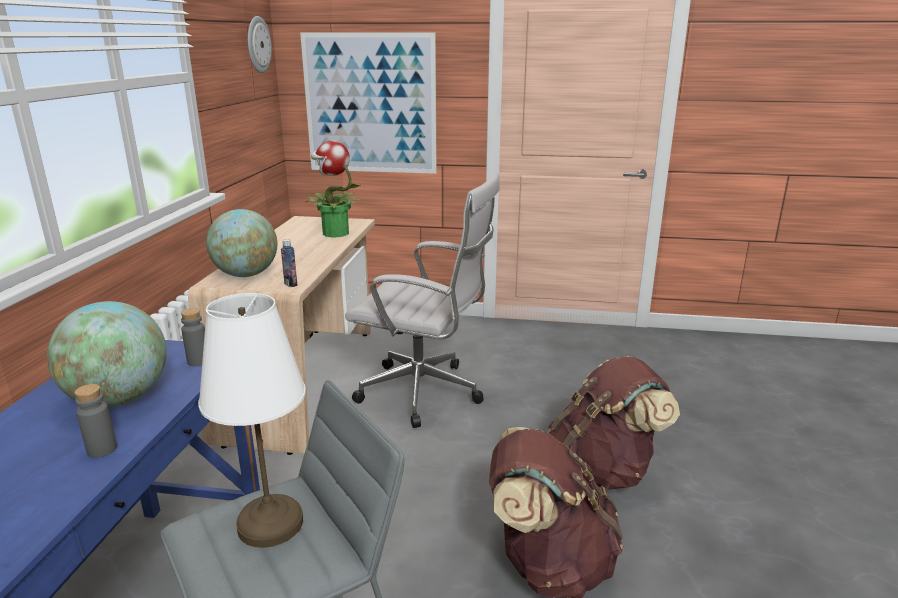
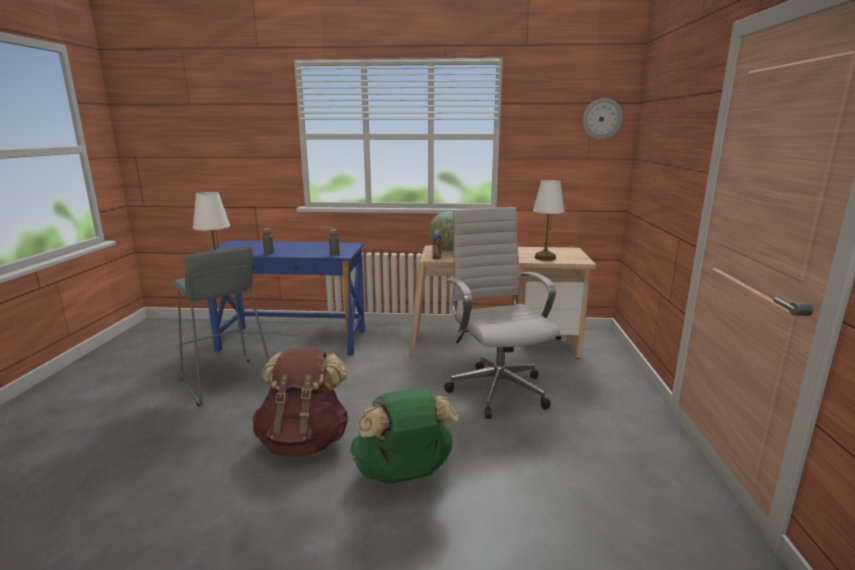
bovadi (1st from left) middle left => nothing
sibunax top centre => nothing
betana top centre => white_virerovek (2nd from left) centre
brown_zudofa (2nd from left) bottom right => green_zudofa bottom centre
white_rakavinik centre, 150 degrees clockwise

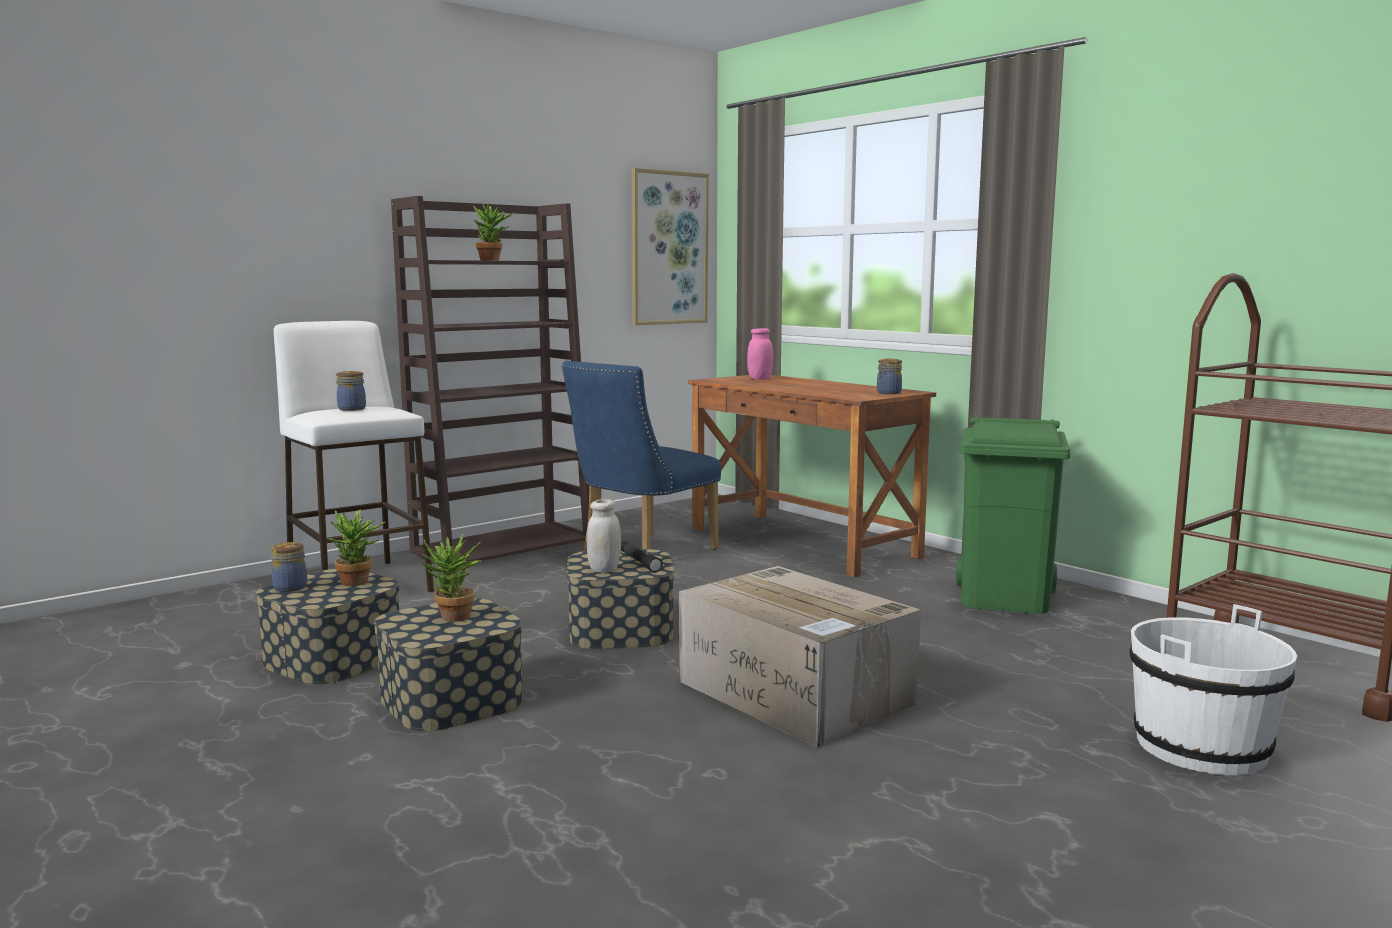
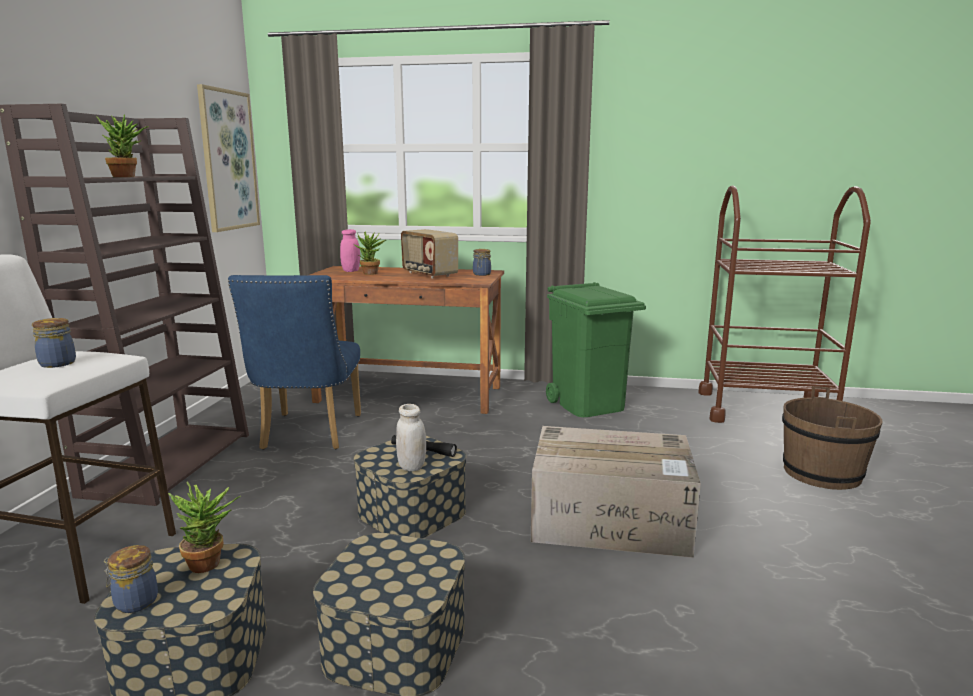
nothing => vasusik centre
betana (2nd from left in the first image) middle left => betana (3rd from left) centre, move
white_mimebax bottom right => brown_mimebax middle right

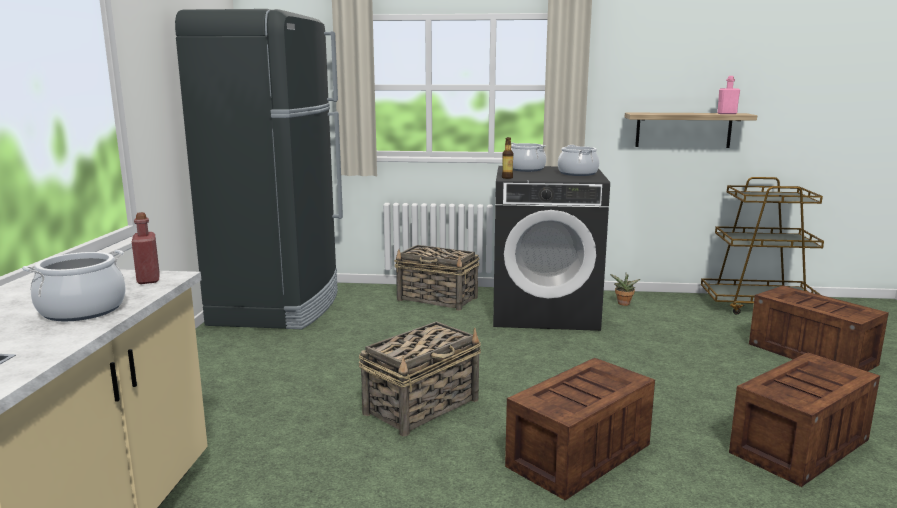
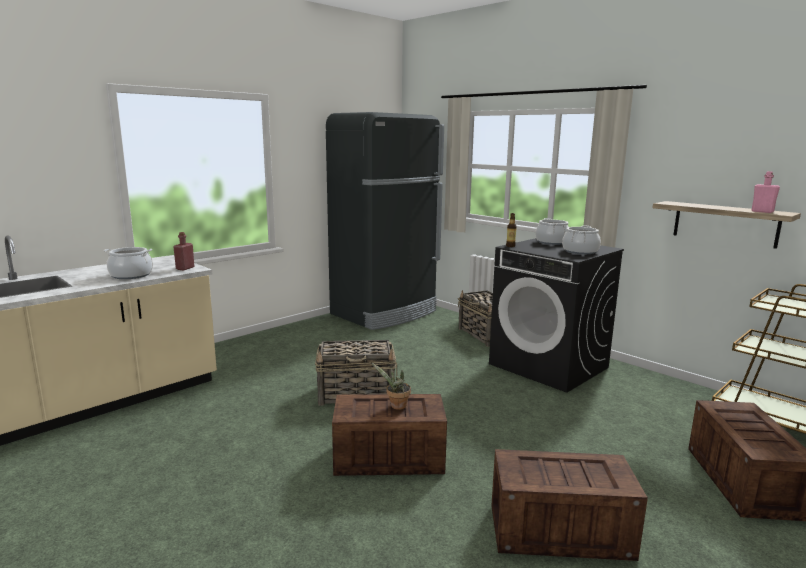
betana middle right => betana bottom centre, move

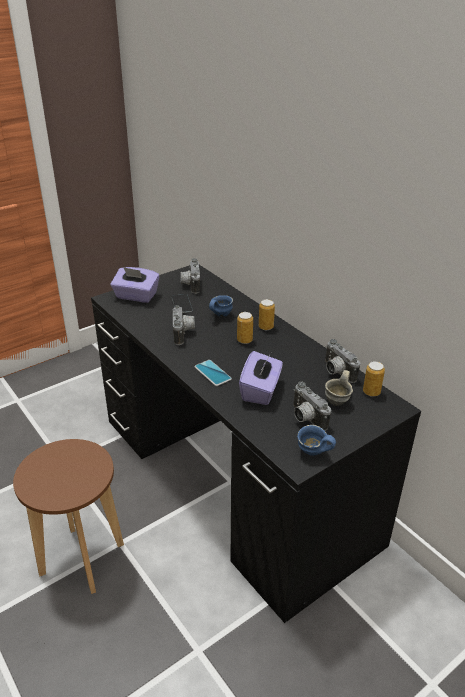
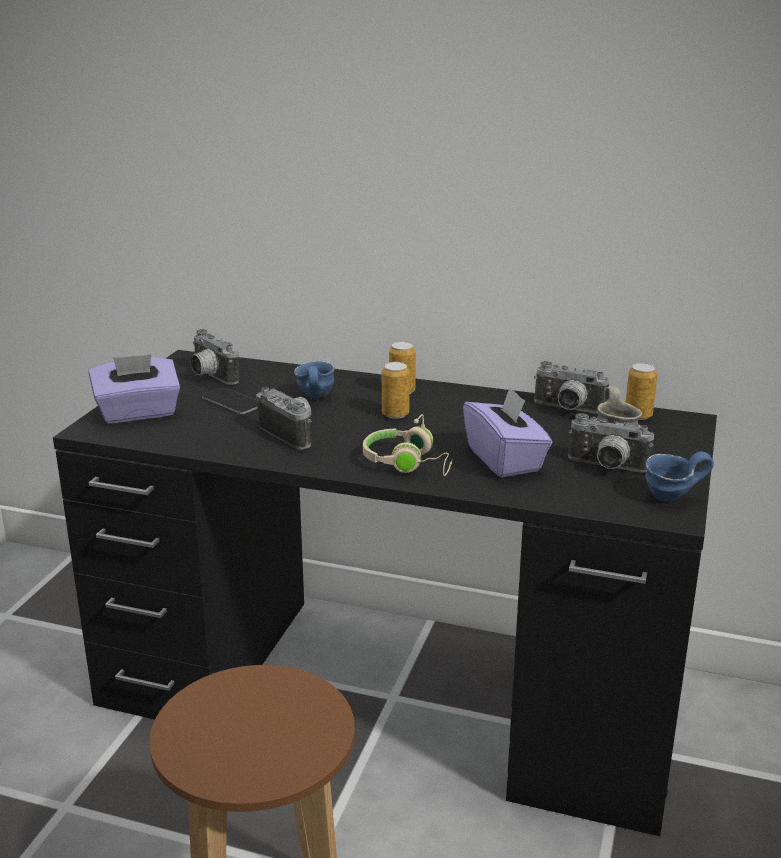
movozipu (2nd from left) centre => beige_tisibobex centre

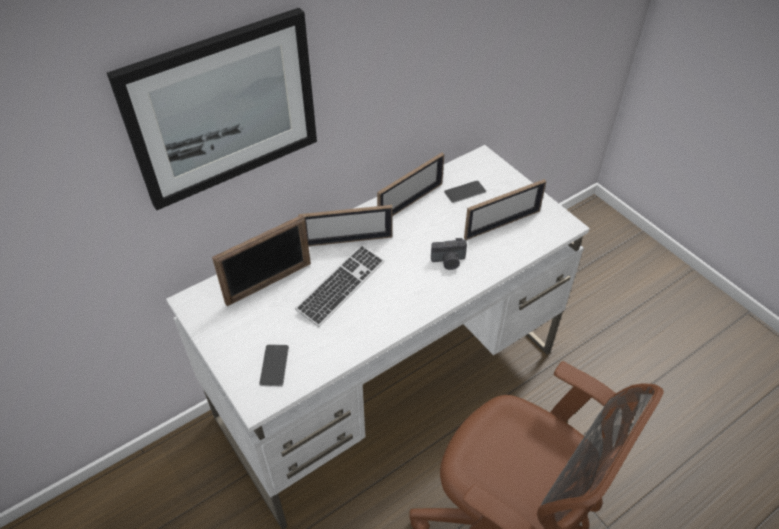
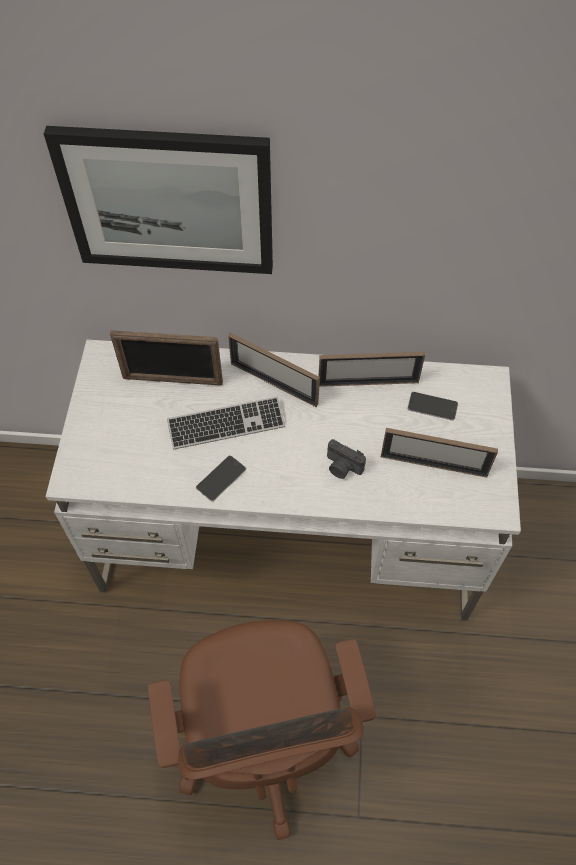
movozipu (1st from left) bottom centre => movozipu (1st from left) centre, move

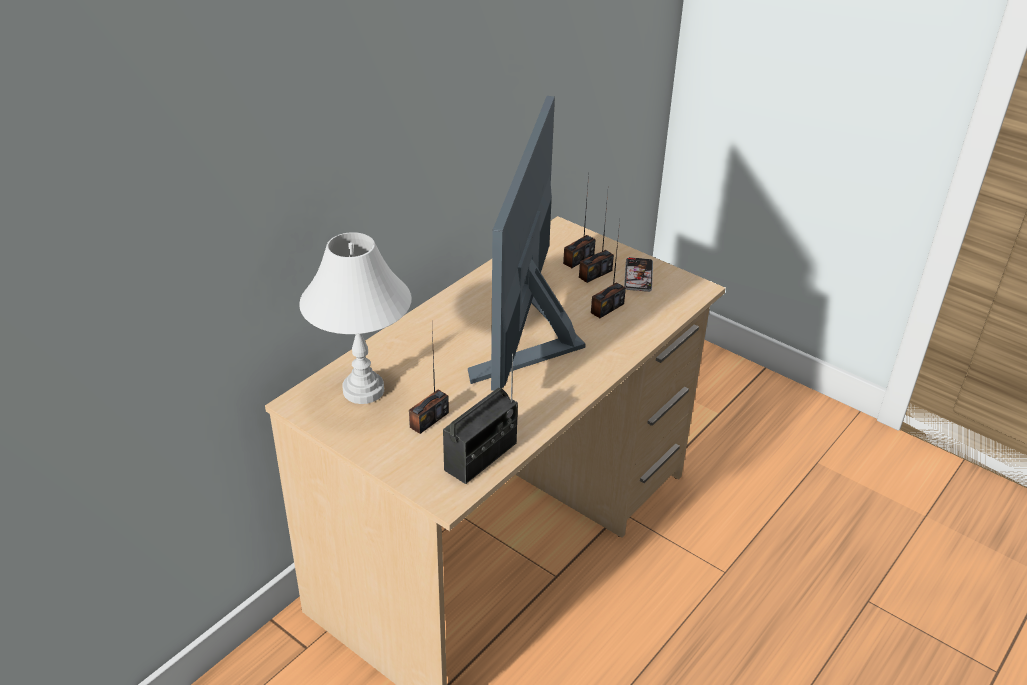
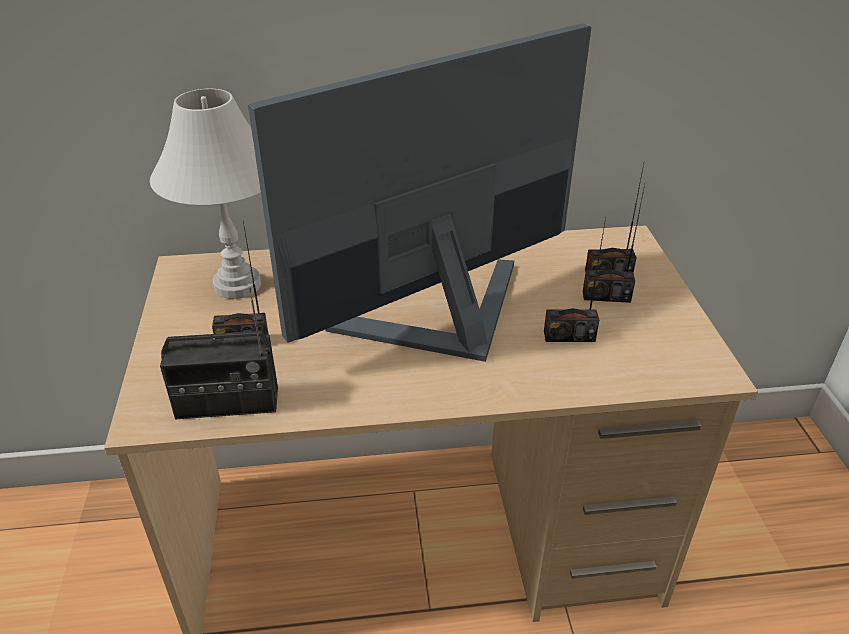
movozipu centre => nothing

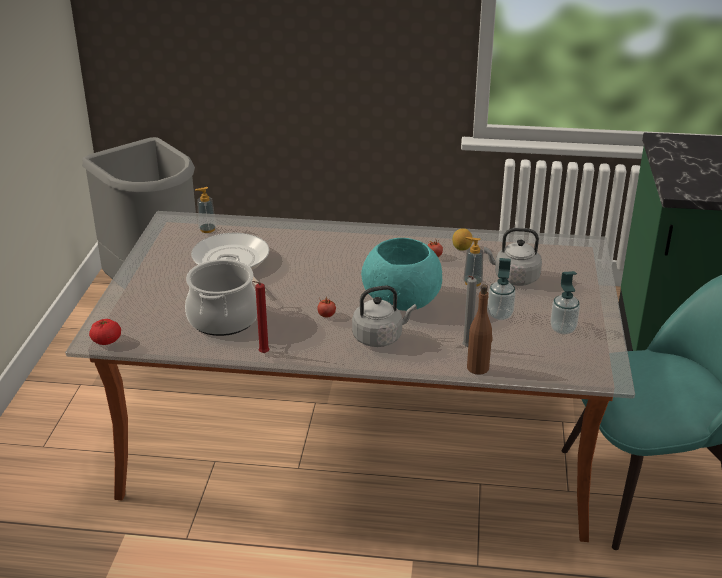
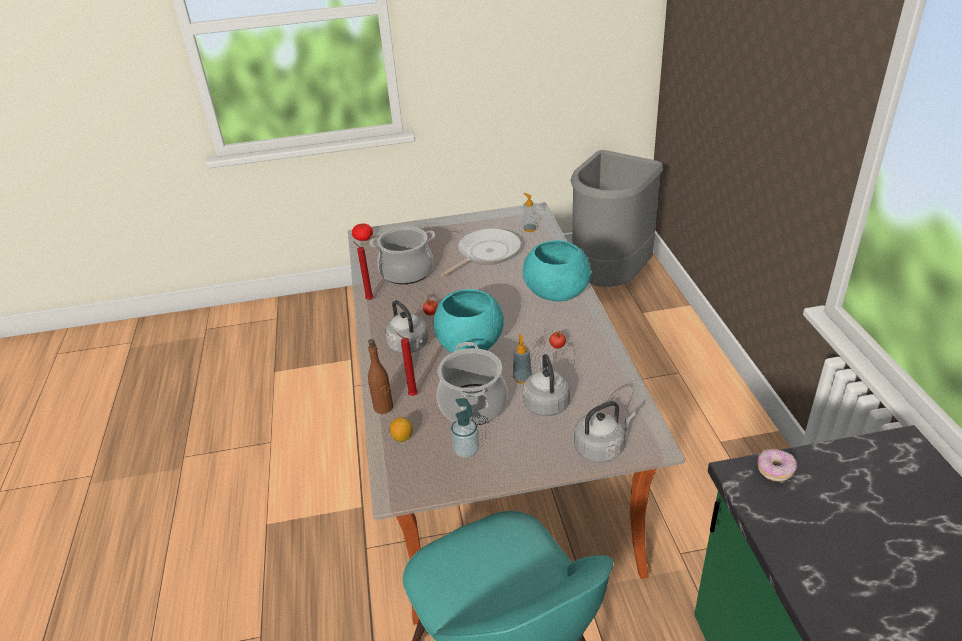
nothing => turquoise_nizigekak (2nd from left) centre
nothing => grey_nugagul (3rd from left) bottom centre
nothing => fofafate bottom right
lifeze centre => lifeze bottom centre, move
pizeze (3rd from left) middle right => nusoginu (2nd from left) centre
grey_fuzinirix centre => red_fuzinirix (2nd from left) centre

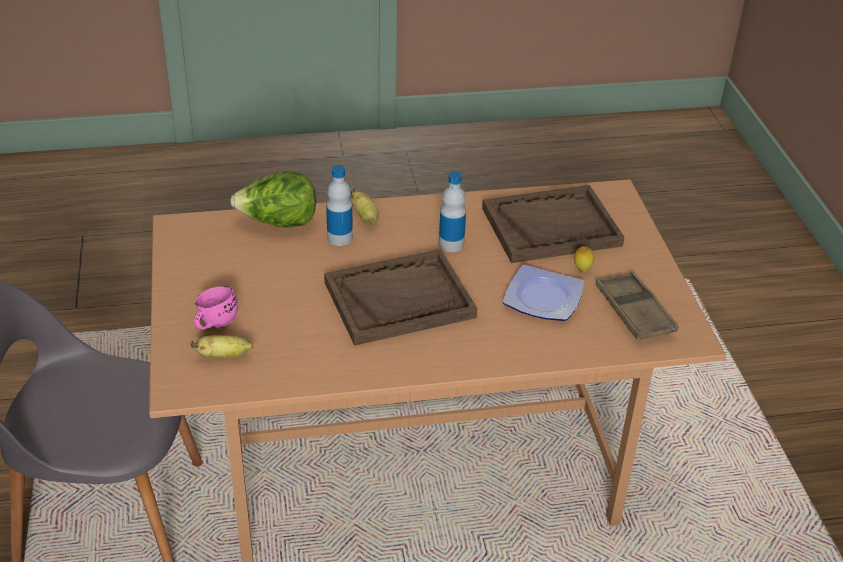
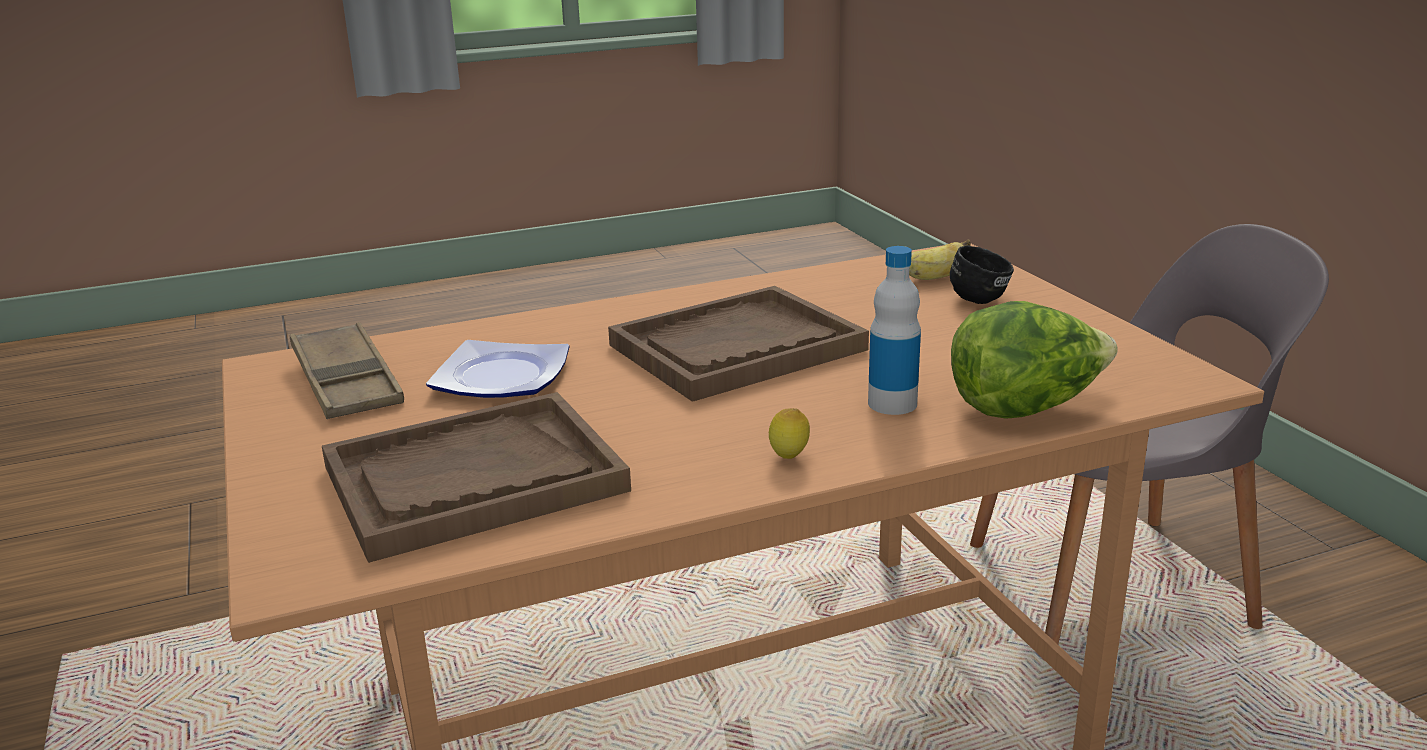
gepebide (2nd from left) centre => nothing
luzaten (2nd from left) centre => nothing
lifeze middle right => lifeze centre, move
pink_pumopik middle left => black_pumopik middle right

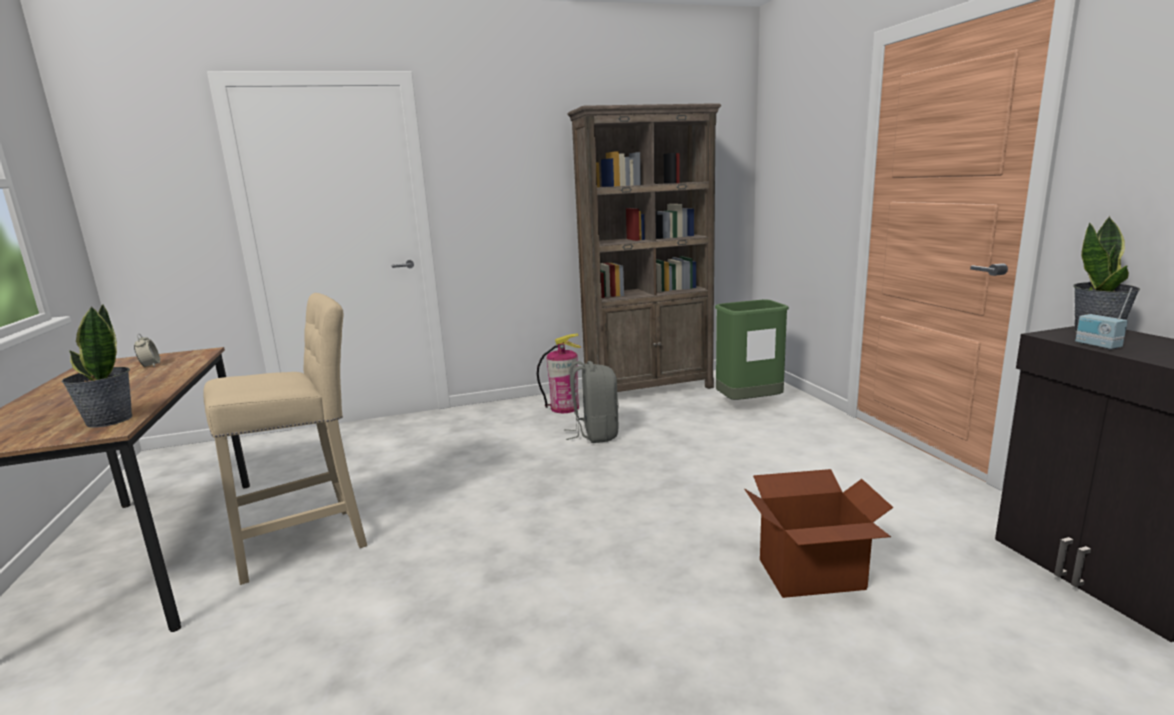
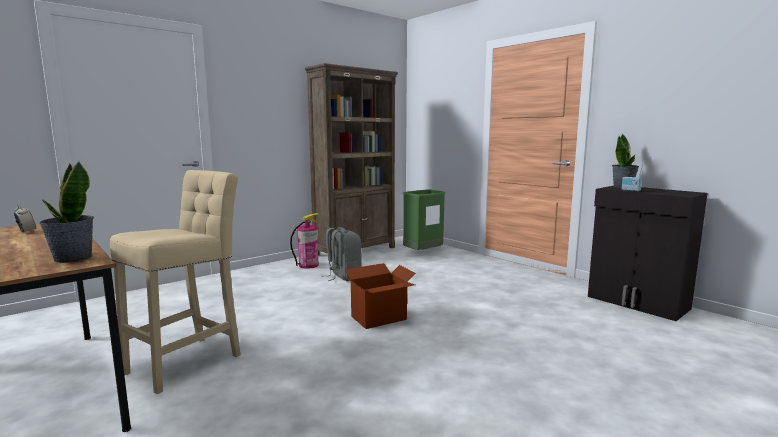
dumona bottom right => dumona bottom centre, move

